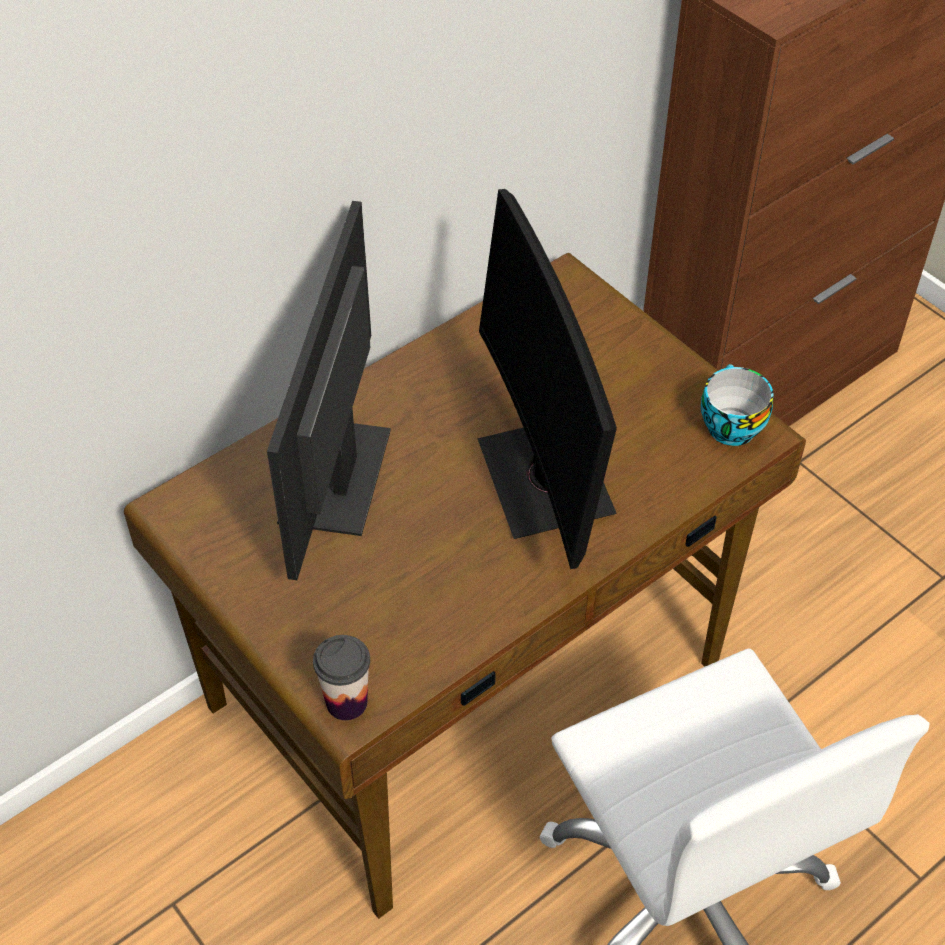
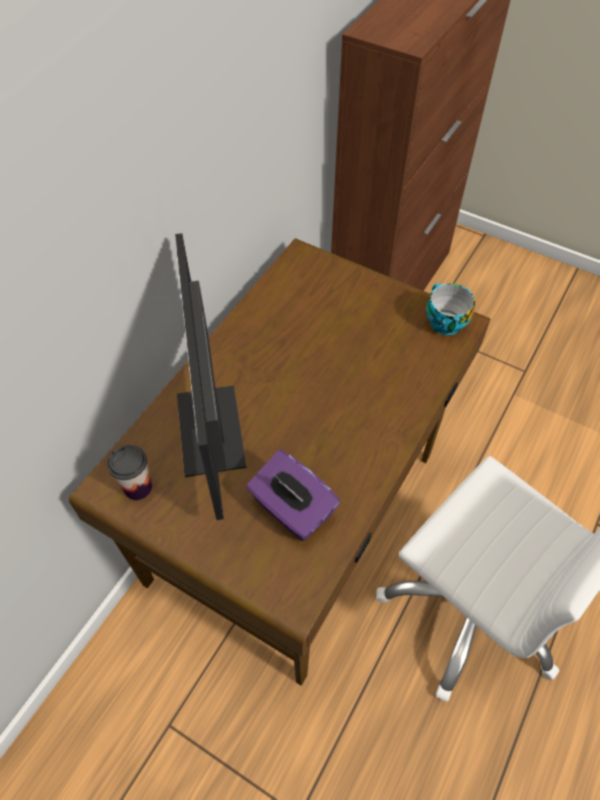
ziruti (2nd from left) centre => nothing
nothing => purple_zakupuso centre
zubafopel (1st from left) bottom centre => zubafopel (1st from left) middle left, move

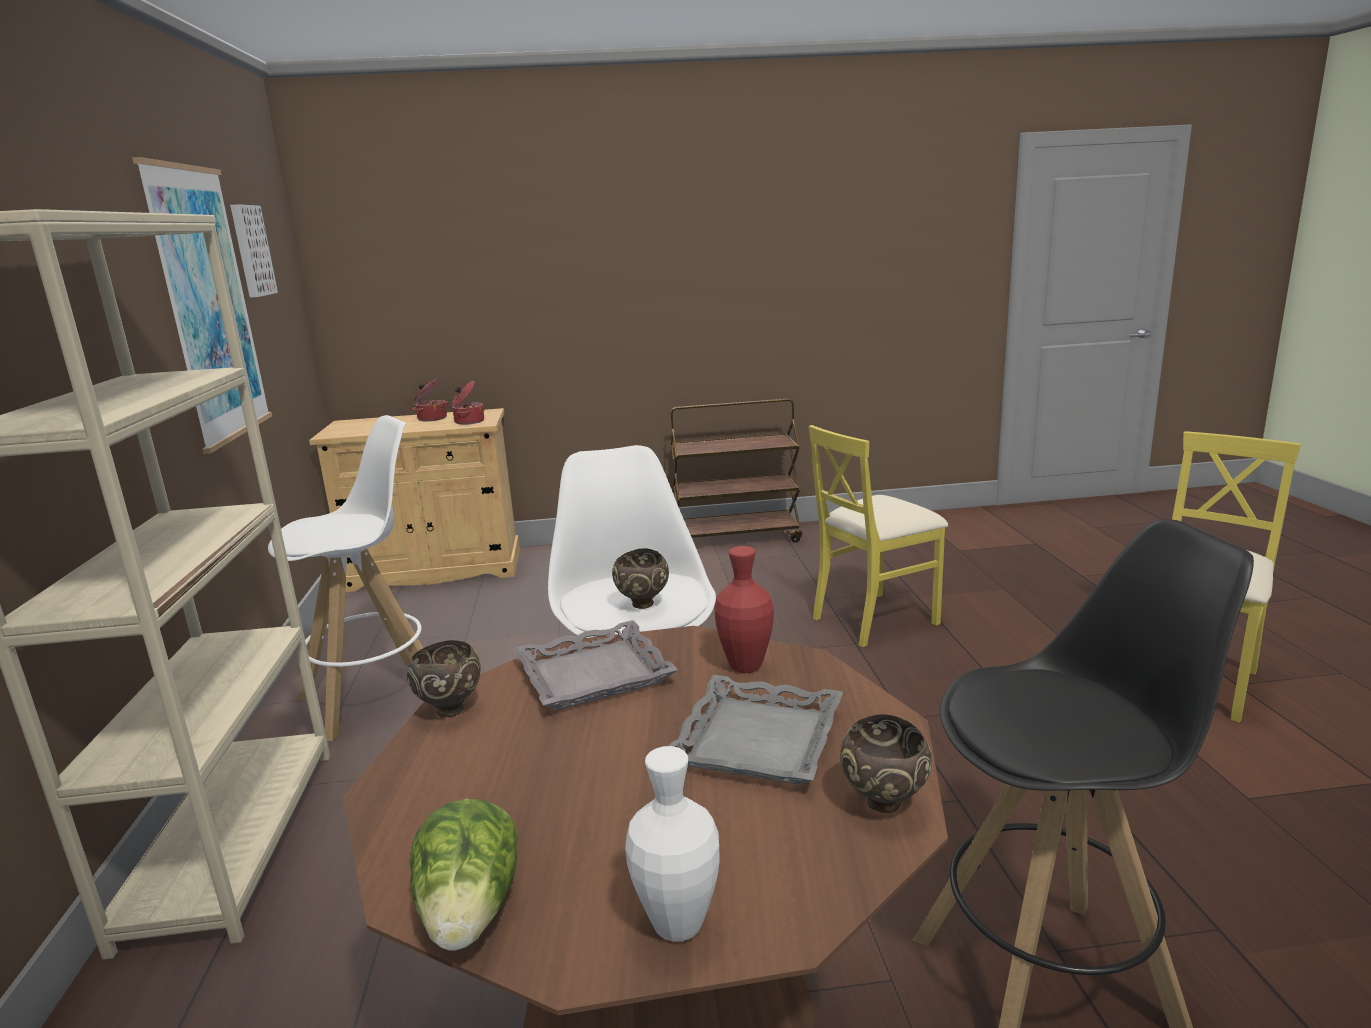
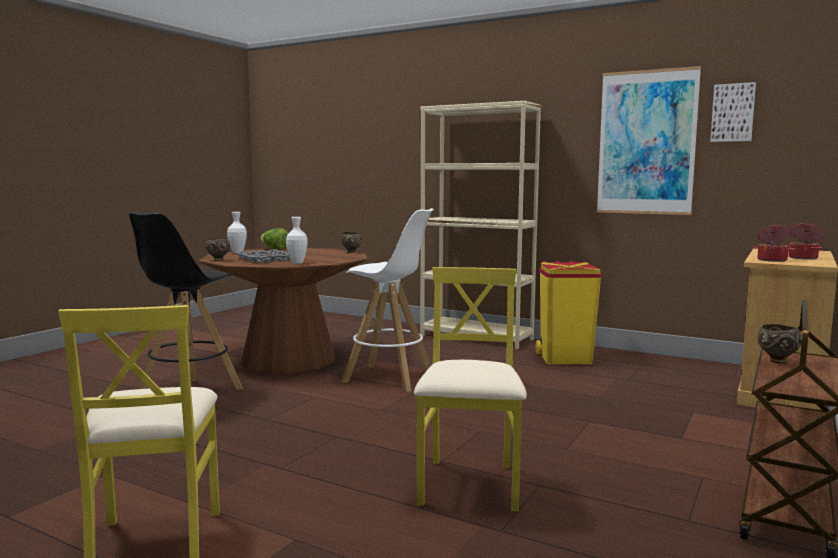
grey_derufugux (1st from left) centre => nothing
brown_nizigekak (2nd from left in the first image) centre => brown_nizigekak (3rd from left) middle right, move
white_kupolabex (1st from left) middle left => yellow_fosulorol middle right
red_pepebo centre => white_pepebo (2nd from left) centre

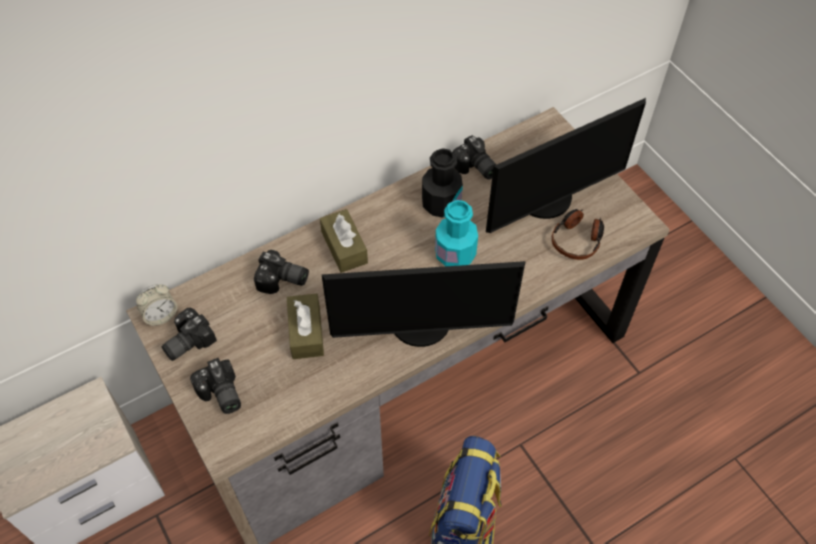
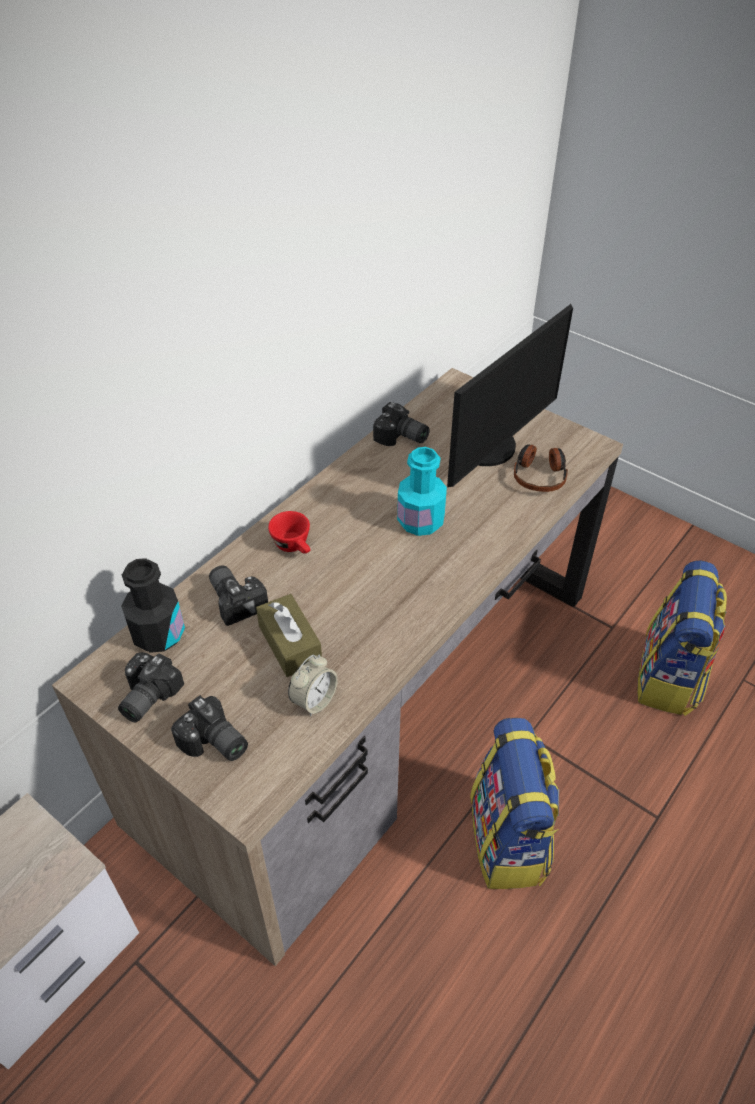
ziruti (1st from left) centre => nothing
nothing => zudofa (2nd from left) middle right
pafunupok middle left => pafunupok centre, move
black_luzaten centre => black_luzaten middle left, move
brown_zakupuso (2nd from left) centre => red_zubafopel centre
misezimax (3rd from left) centre => misezimax (3rd from left) middle left, 120 degrees counterclockwise

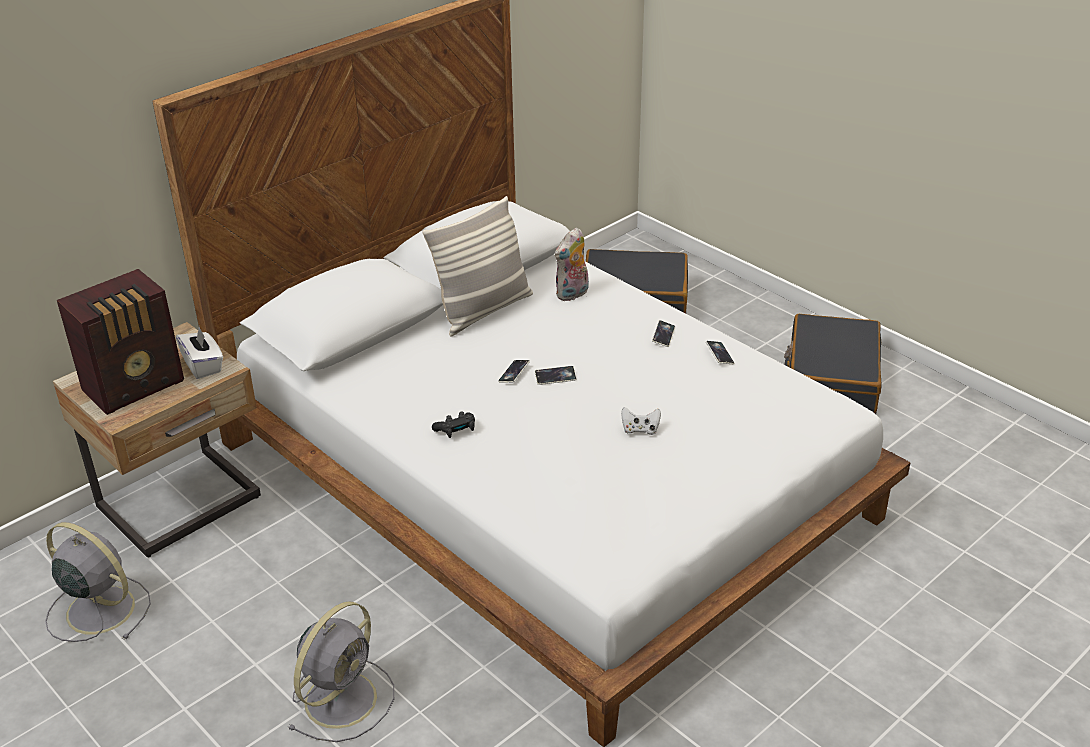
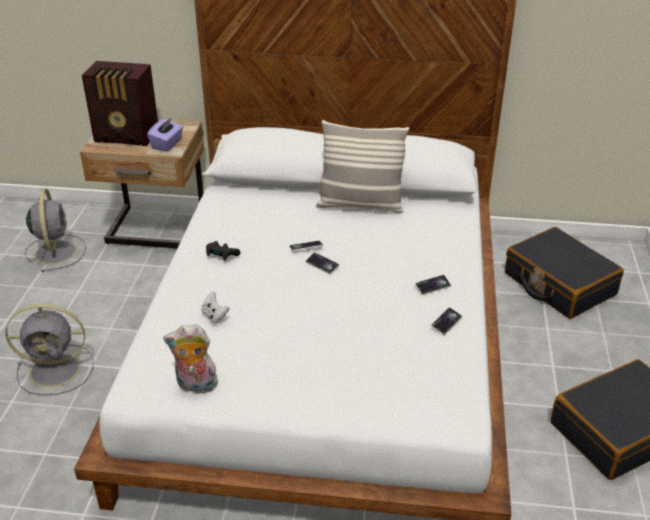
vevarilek centre => vevarilek bottom left, move
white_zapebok centre => white_zapebok middle left, move
white_zakupuso middle left => purple_zakupuso top left

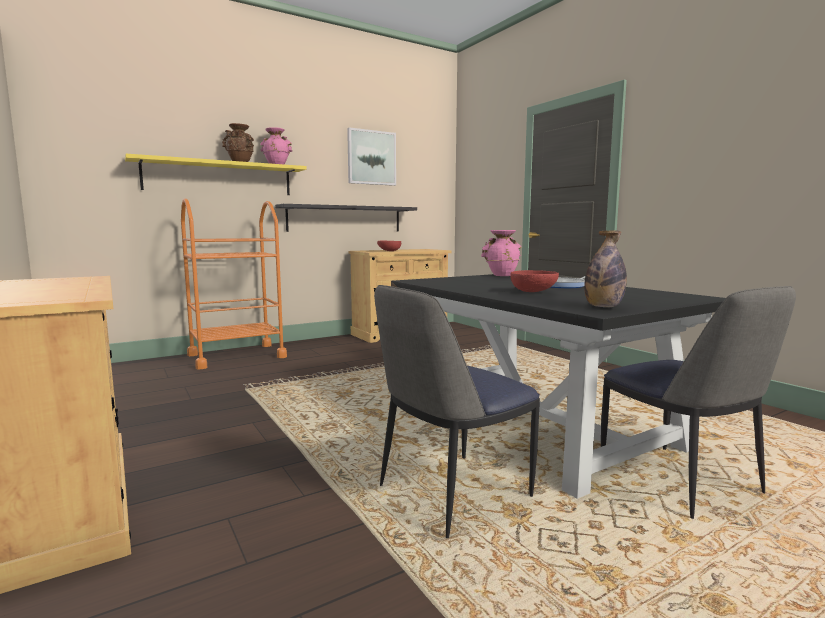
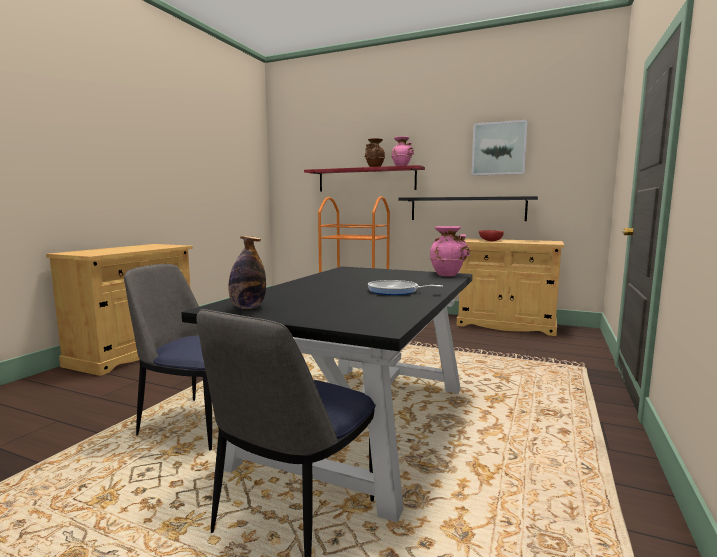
red_nizigekak (2nd from left) centre => nothing
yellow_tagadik top left => red_tagadik top centre

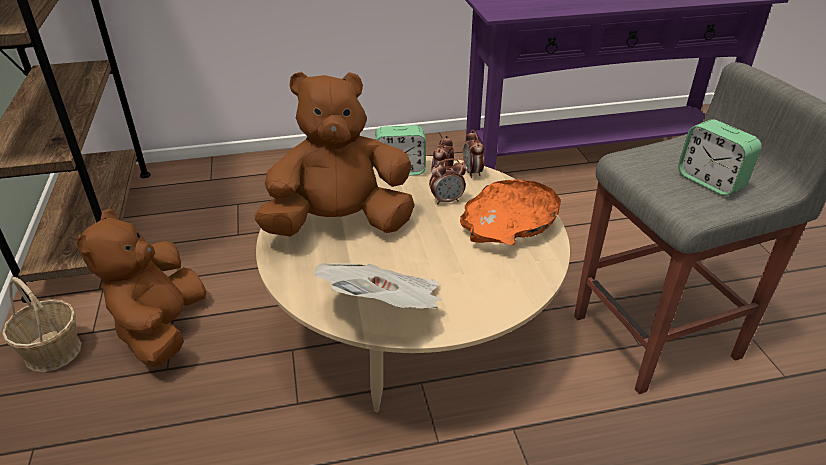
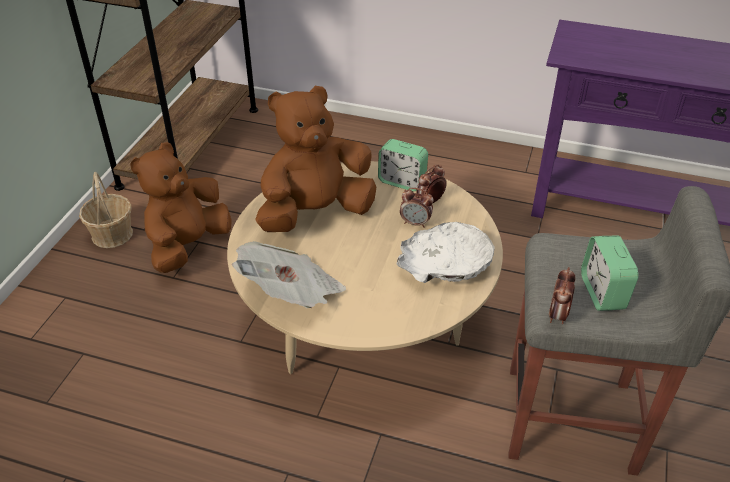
pafunupok (4th from left) top centre => pafunupok (4th from left) middle right, move
orange_nizigekak centre => white_nizigekak centre
brown_vevarilek (2nd from left) top centre, 45 degrees counterclockwise

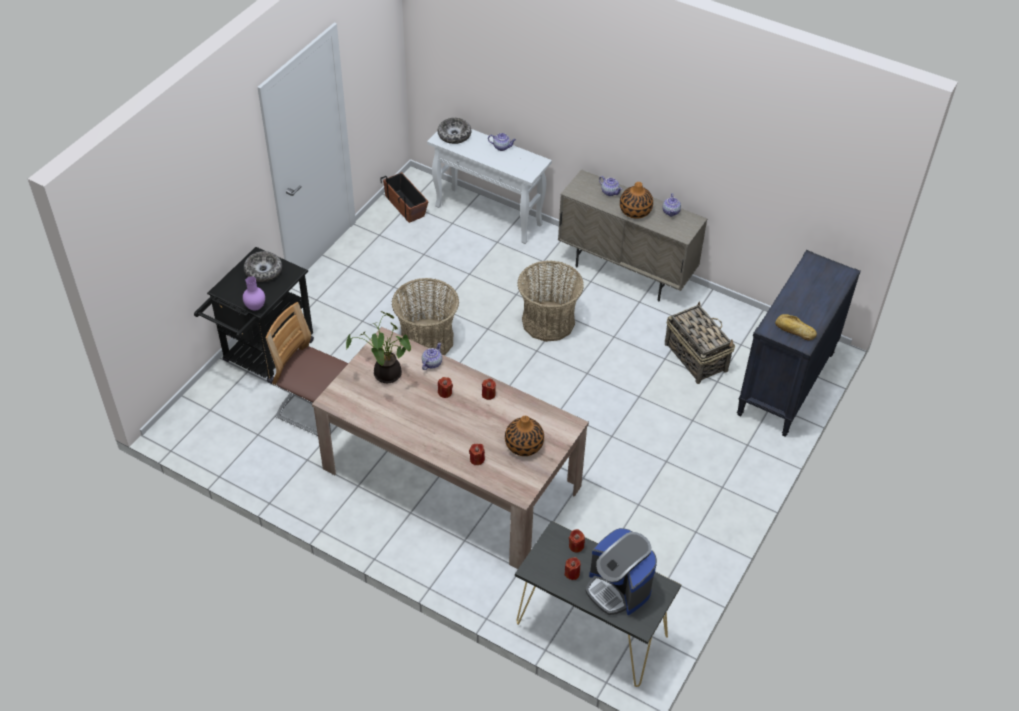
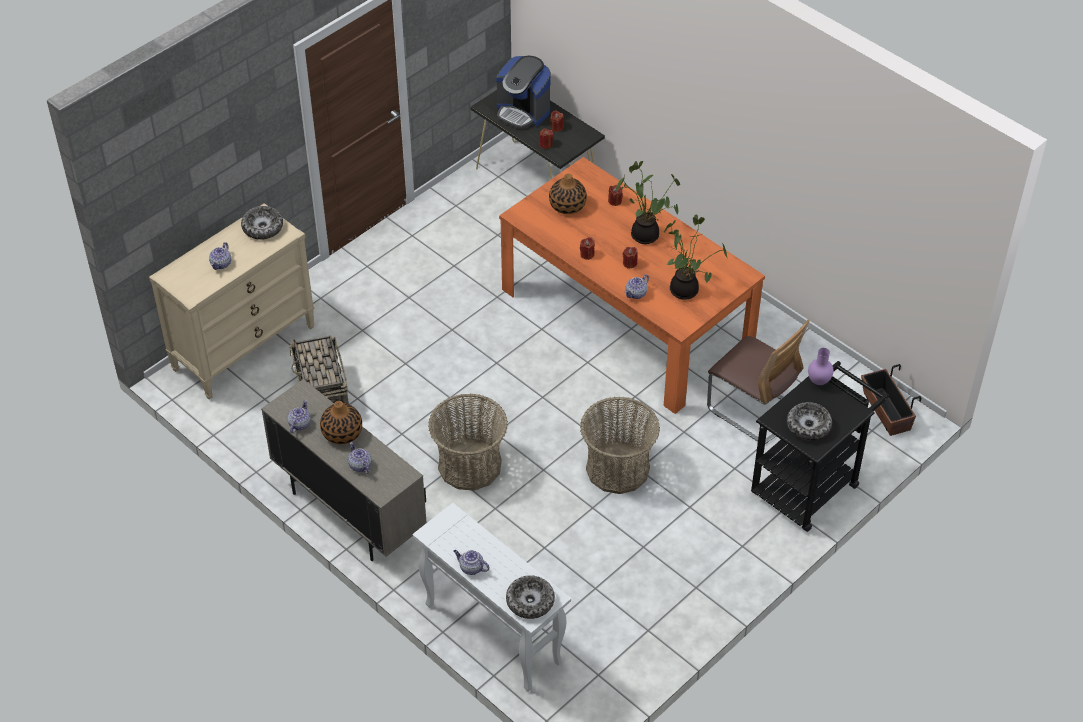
nothing => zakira (1st from left) middle left
nothing => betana (1st from left) top centre
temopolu top centre => temopolu middle right, move
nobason middle right => nizigekak (1st from left) top left
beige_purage centre => orange_purage centre
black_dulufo middle right => beige_dulufo middle left
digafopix bottom centre => digafopix top centre, 150 degrees clockwise

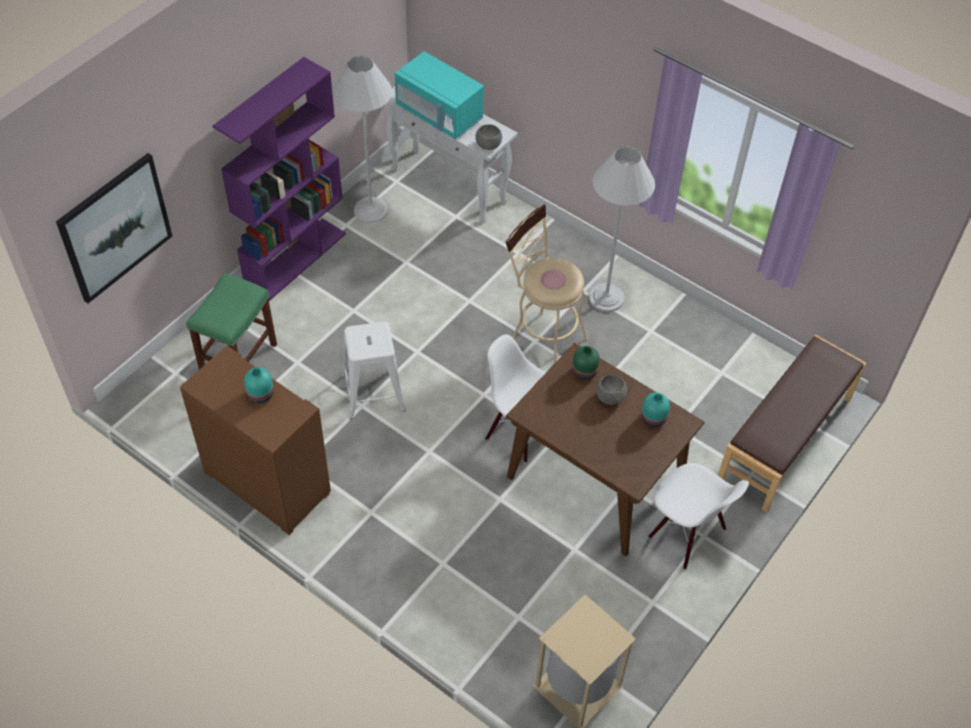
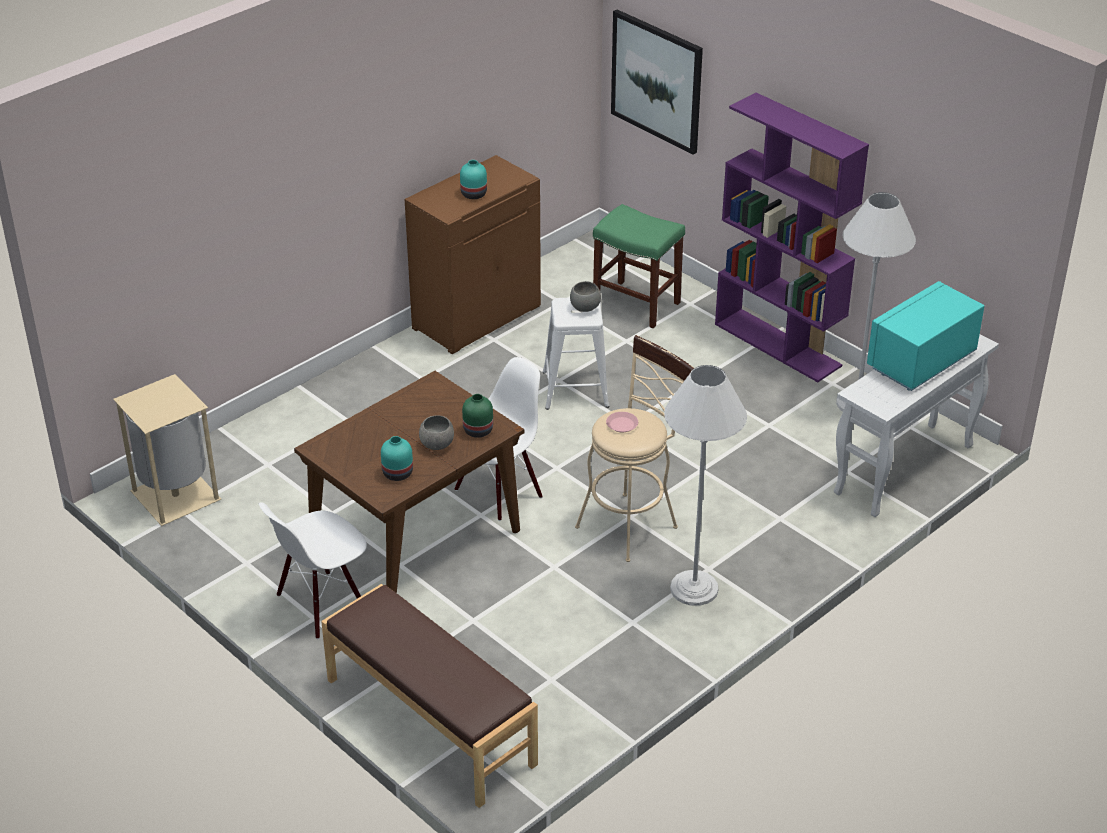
grey_nizigekak (1st from left in the first image) top centre => grey_nizigekak (2nd from left) centre, move

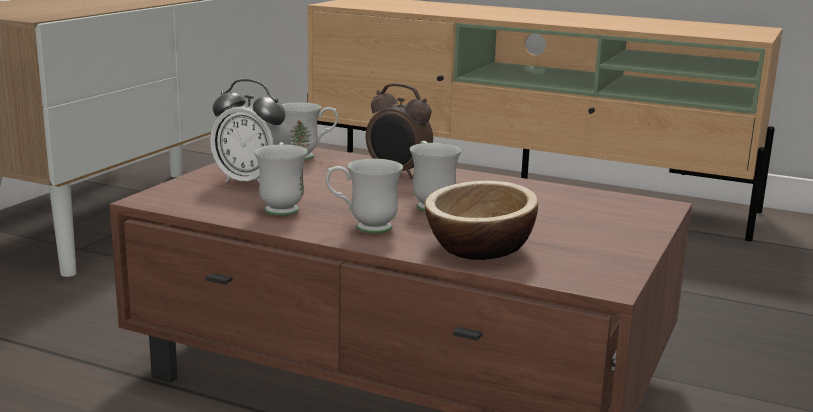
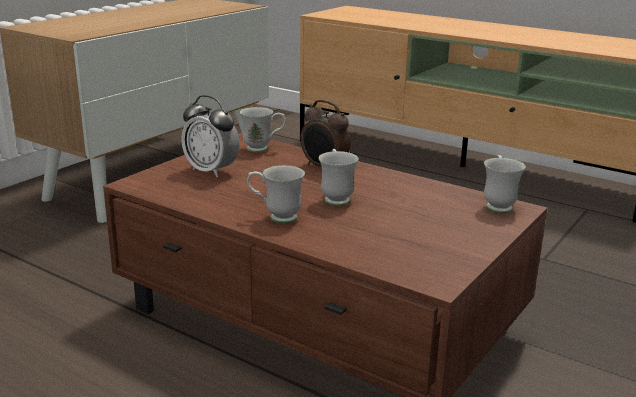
nizigekak centre => nothing
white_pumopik (1st from left in the first image) centre => white_pumopik (4th from left) middle right, move

